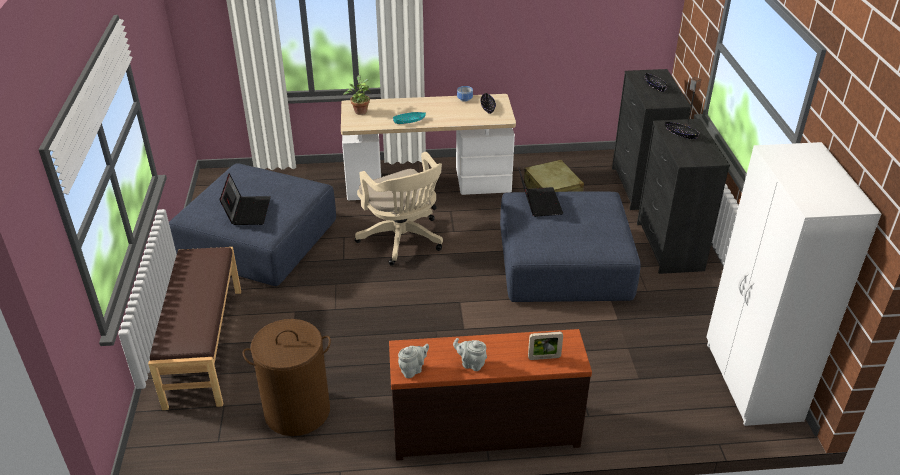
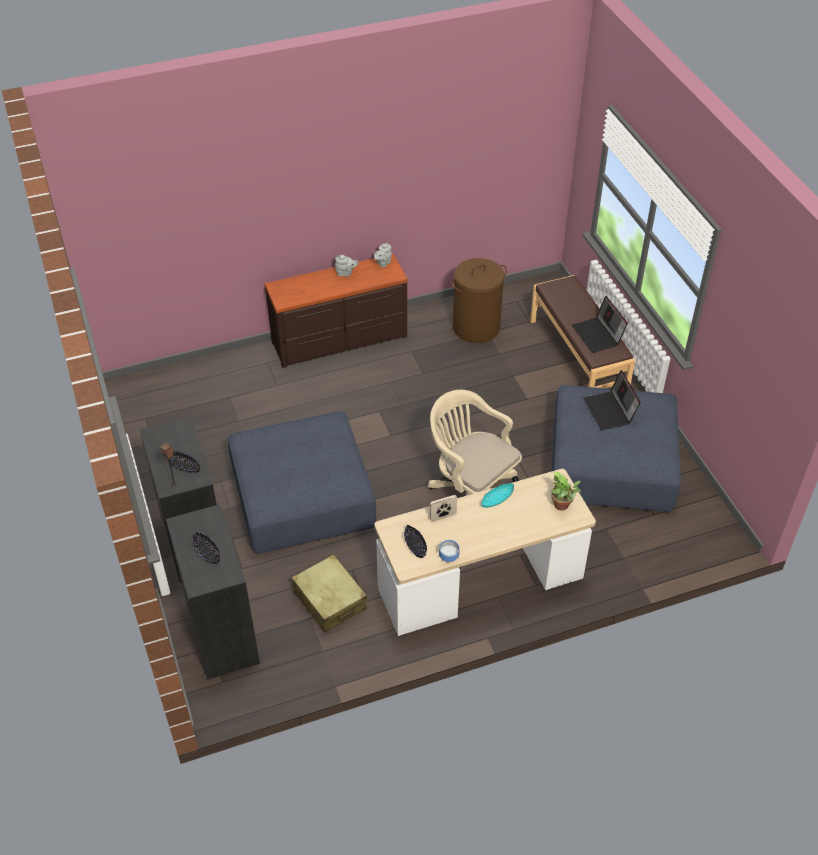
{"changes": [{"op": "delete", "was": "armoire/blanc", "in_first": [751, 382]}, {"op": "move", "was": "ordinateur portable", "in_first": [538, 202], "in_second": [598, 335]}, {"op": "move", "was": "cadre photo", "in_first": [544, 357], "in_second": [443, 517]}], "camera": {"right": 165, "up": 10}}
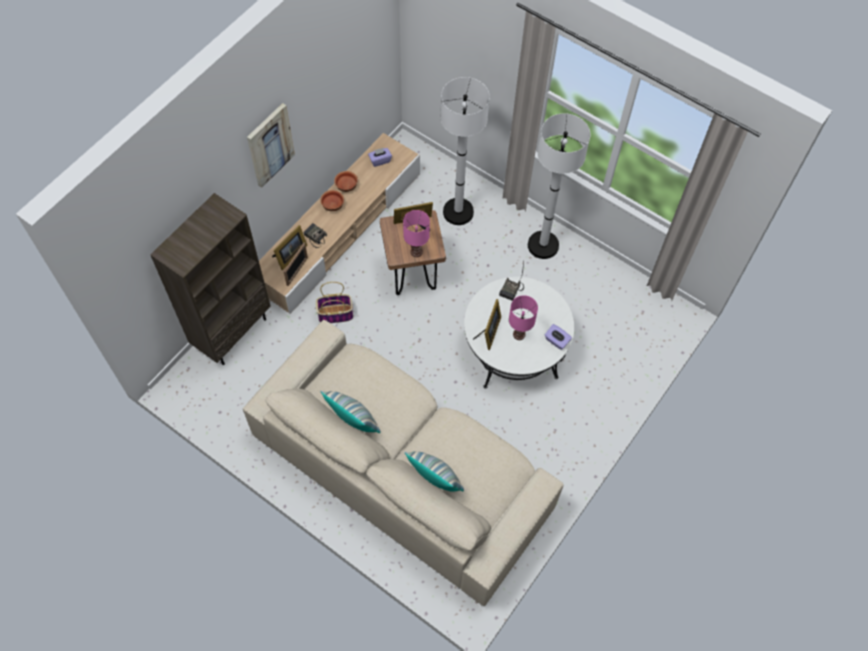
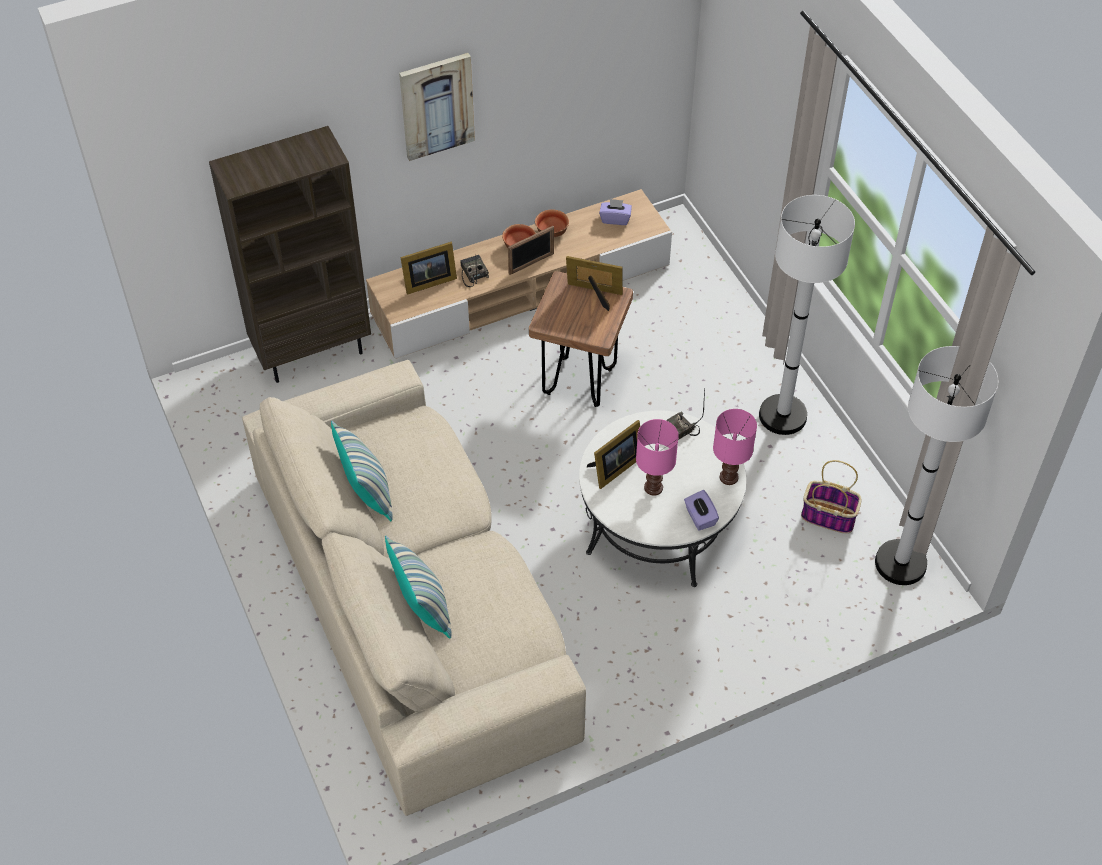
{"changes": [{"op": "move", "was": "cadre photo", "in_first": [297, 271], "in_second": [531, 263]}, {"op": "move", "was": "panier", "in_first": [336, 314], "in_second": [829, 516]}, {"op": "move", "was": "lampe de table/rose", "in_first": [416, 252], "in_second": [729, 478]}, {"op": "move", "was": "lampadaire/blanc", "in_first": [458, 212], "in_second": [900, 563]}], "camera": {"right": 30, "up": -10}}
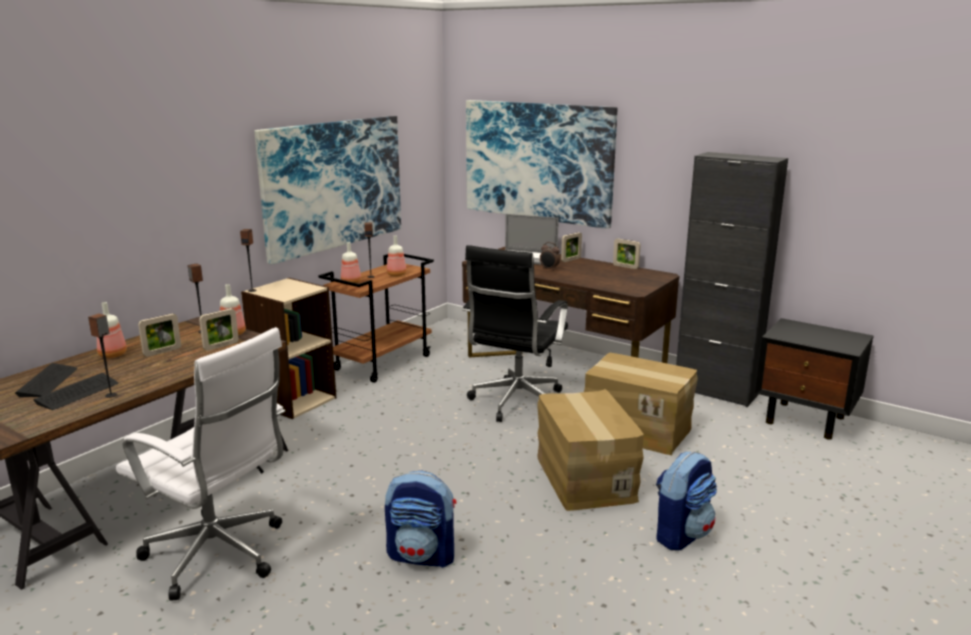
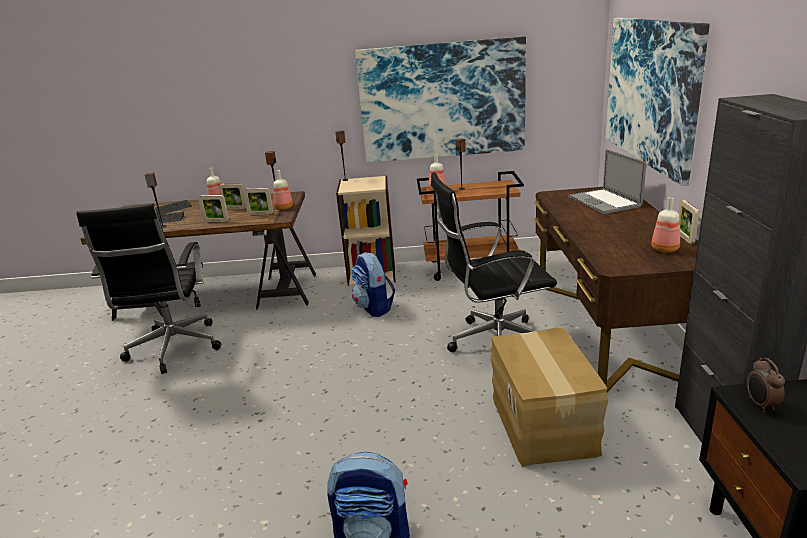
{"changes": [{"op": "delete", "was": "carton", "in_first": [584, 478]}, {"op": "move", "was": "sac à dos", "in_first": [422, 555], "in_second": [374, 308]}, {"op": "move", "was": "bouteille", "in_first": [396, 274], "in_second": [664, 249]}, {"op": "move", "was": "réveil", "in_first": [549, 269], "in_second": [760, 405]}, {"op": "move", "was": "cadre photo", "in_first": [571, 260], "in_second": [216, 221]}, {"op": "recolor", "was": "chaise de bureau/blanc", "now": "chaise de bureau/noir", "in_first": [220, 556], "in_second": [173, 350]}], "camera": {"right": 55, "up": 5}}
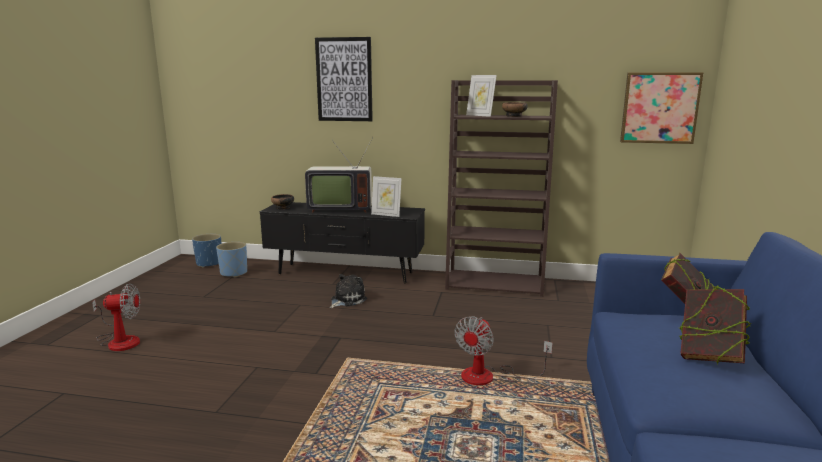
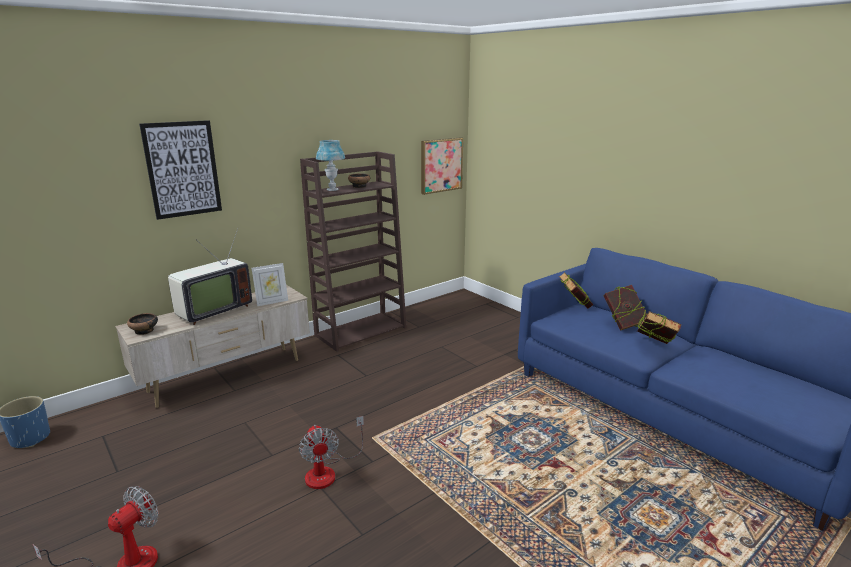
{"changes": [{"op": "delete", "was": "cache-pot/bleu", "in_first": [234, 273]}, {"op": "delete", "was": "peluche", "in_first": [346, 300]}, {"op": "insert", "now": "livre", "in_second": [654, 347]}, {"op": "move", "was": "ventilateur", "in_first": [489, 376], "in_second": [328, 471]}, {"op": "replace", "was": "cadre photo", "now": "lampe de table/bleu", "in_first": [480, 115], "in_second": [332, 190]}, {"op": "recolor", "was": "meuble télé/noir", "now": "meuble télé/beige", "in_first": [345, 274], "in_second": [227, 376]}], "camera": {"right": -50, "up": 5}}
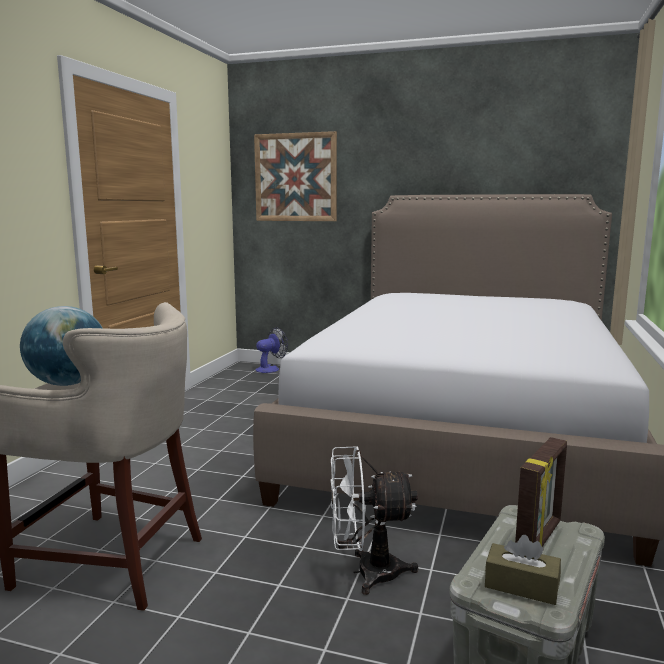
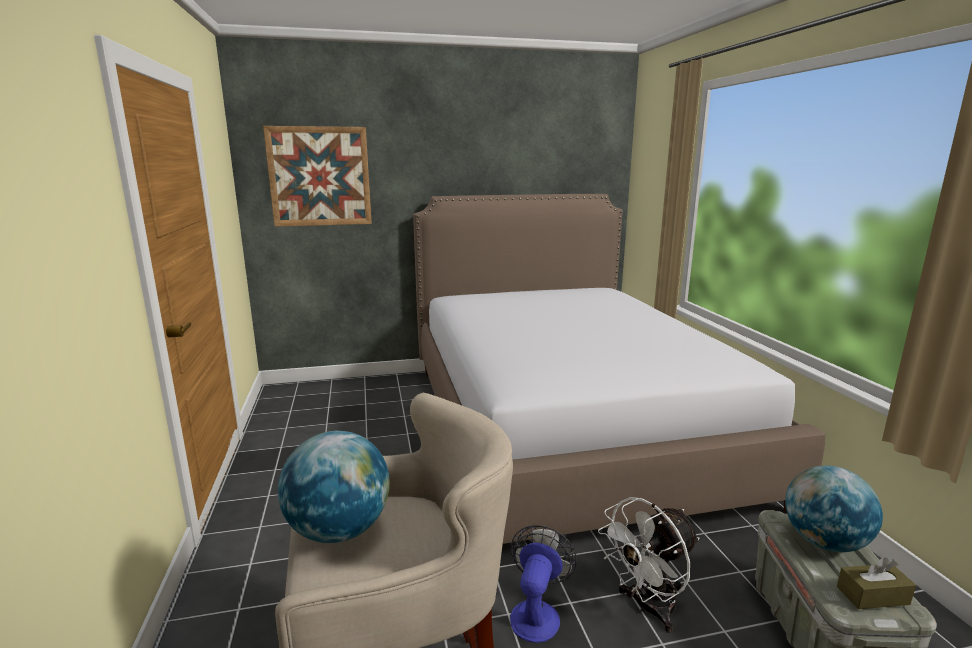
{"changes": [{"op": "move", "was": "ventilateur", "in_first": [271, 369], "in_second": [537, 613]}, {"op": "replace", "was": "cadre photo", "now": "globe", "in_first": [539, 540], "in_second": [824, 542]}], "camera": {"right": -30, "up": 5}}
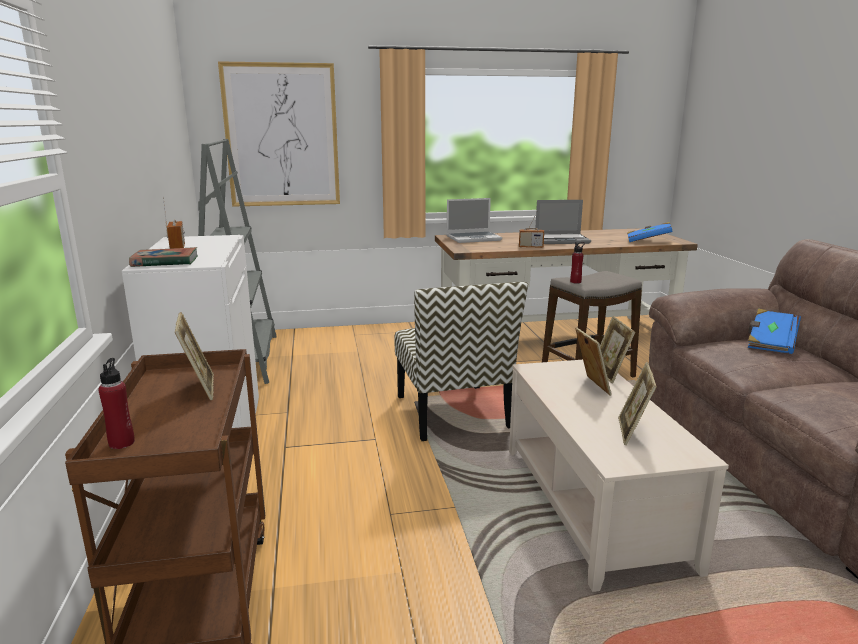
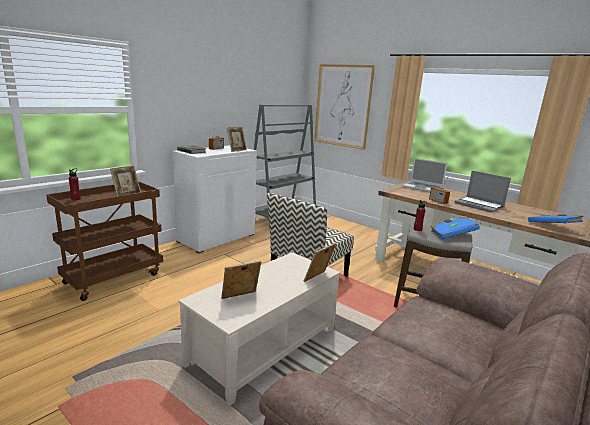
{"changes": [{"op": "move", "was": "cadre photo", "in_first": [590, 386], "in_second": [236, 150]}, {"op": "move", "was": "livre/bleu", "in_first": [770, 343], "in_second": [452, 235]}], "camera": {"right": 50, "up": 0}}
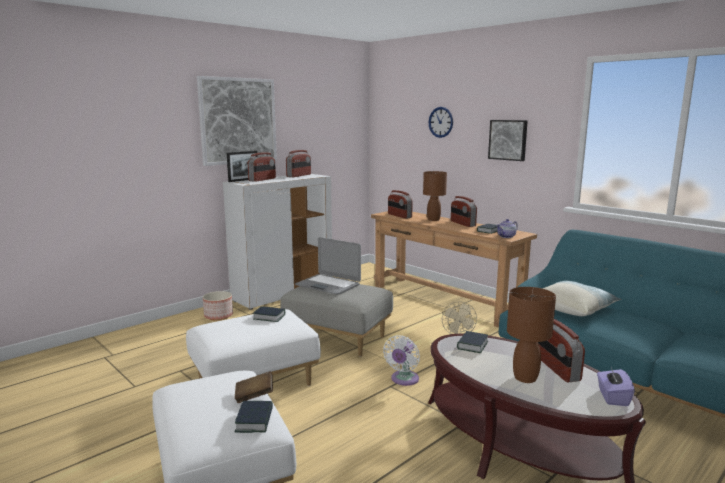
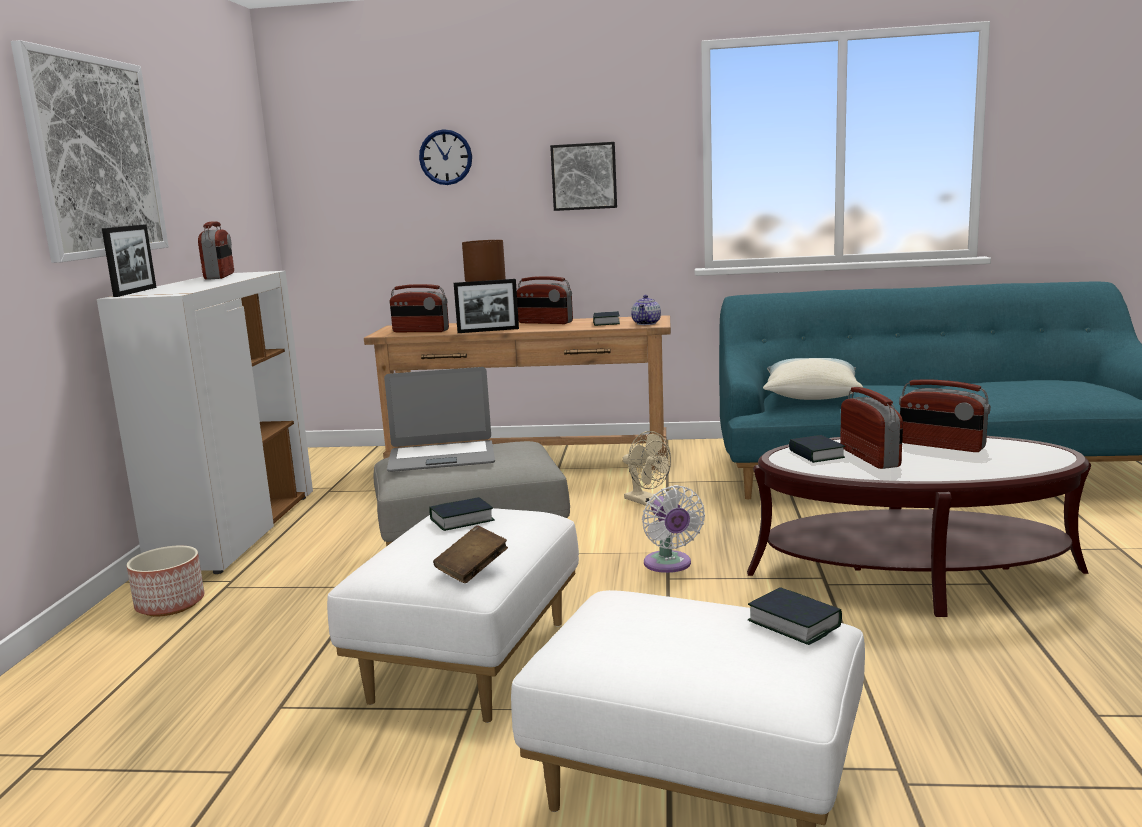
{"changes": [{"op": "delete", "was": "lampe de table/marron", "in_first": [525, 378]}, {"op": "delete", "was": "boîte à mouchoirs/violet", "in_first": [612, 397]}, {"op": "insert", "now": "cadre photo", "in_second": [488, 330]}, {"op": "move", "was": "livre/marron", "in_first": [254, 396], "in_second": [472, 569]}, {"op": "move", "was": "radio", "in_first": [262, 179], "in_second": [870, 457]}], "camera": {"right": -40, "up": 0}}
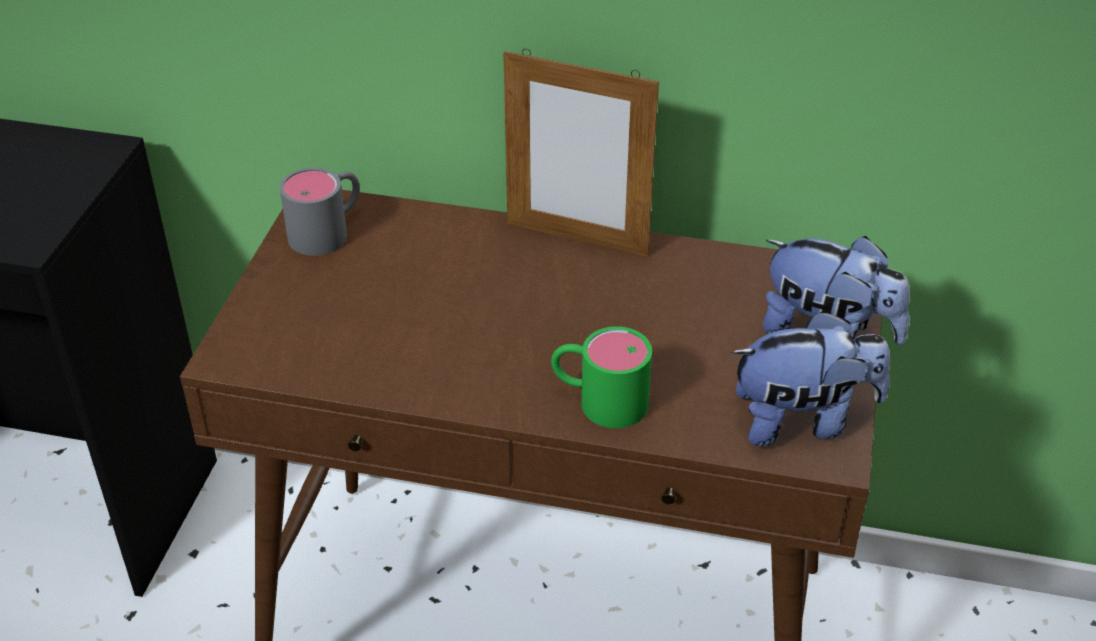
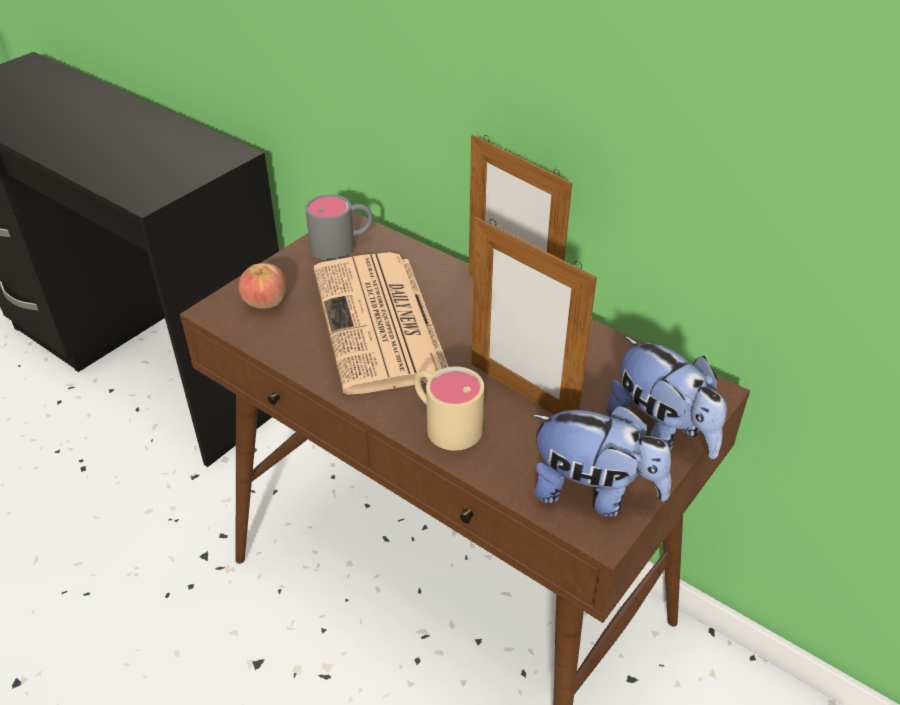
{"changes": [{"op": "insert", "now": "pomme", "in_second": [265, 302]}, {"op": "insert", "now": "journal", "in_second": [381, 324]}, {"op": "insert", "now": "cadre photo", "in_second": [522, 394]}, {"op": "recolor", "was": "mug/vert", "now": "mug/beige", "in_first": [598, 400], "in_second": [445, 423]}], "camera": {"right": 25, "up": 0}}
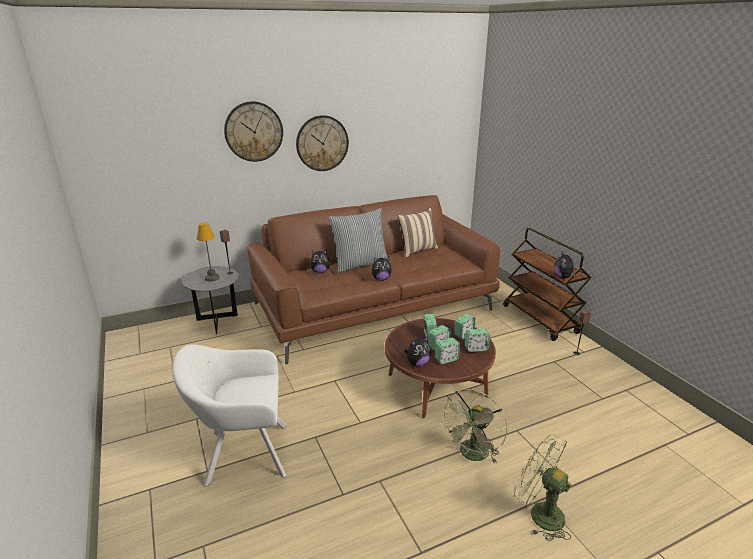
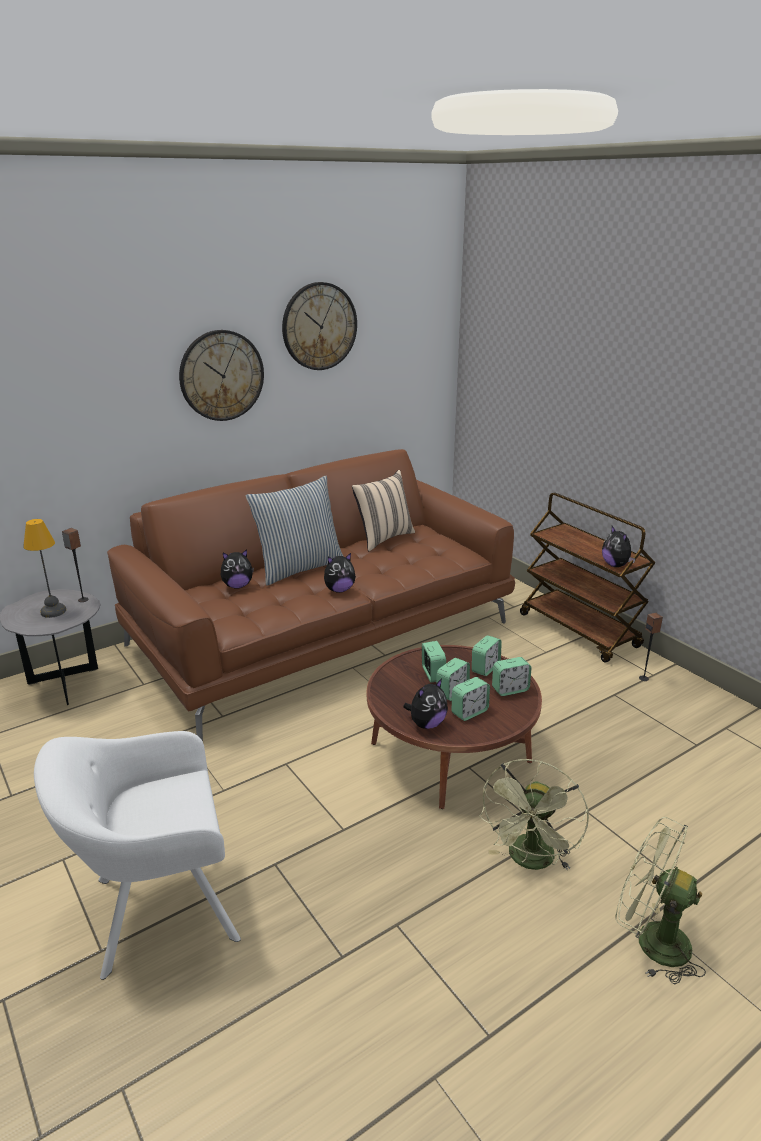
{"changes": [{"op": "move", "was": "horloge murale", "in_first": [253, 131], "in_second": [319, 326]}], "camera": {"right": -10, "up": 0}}
